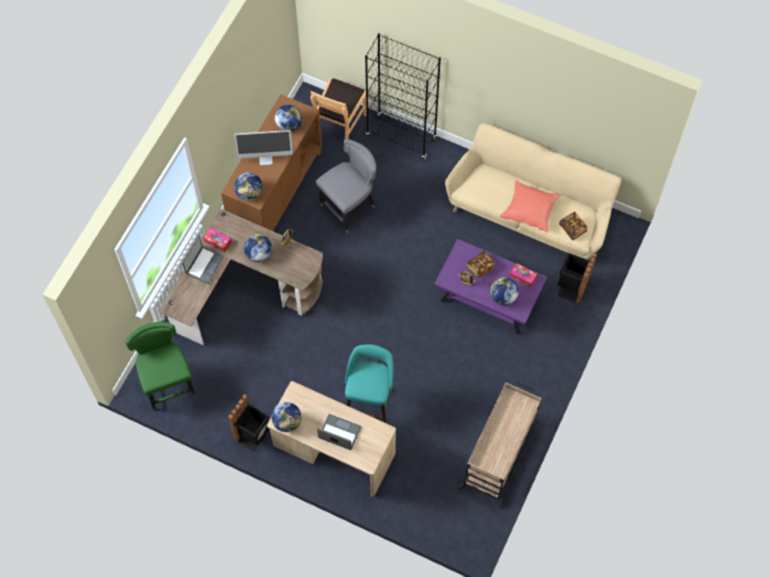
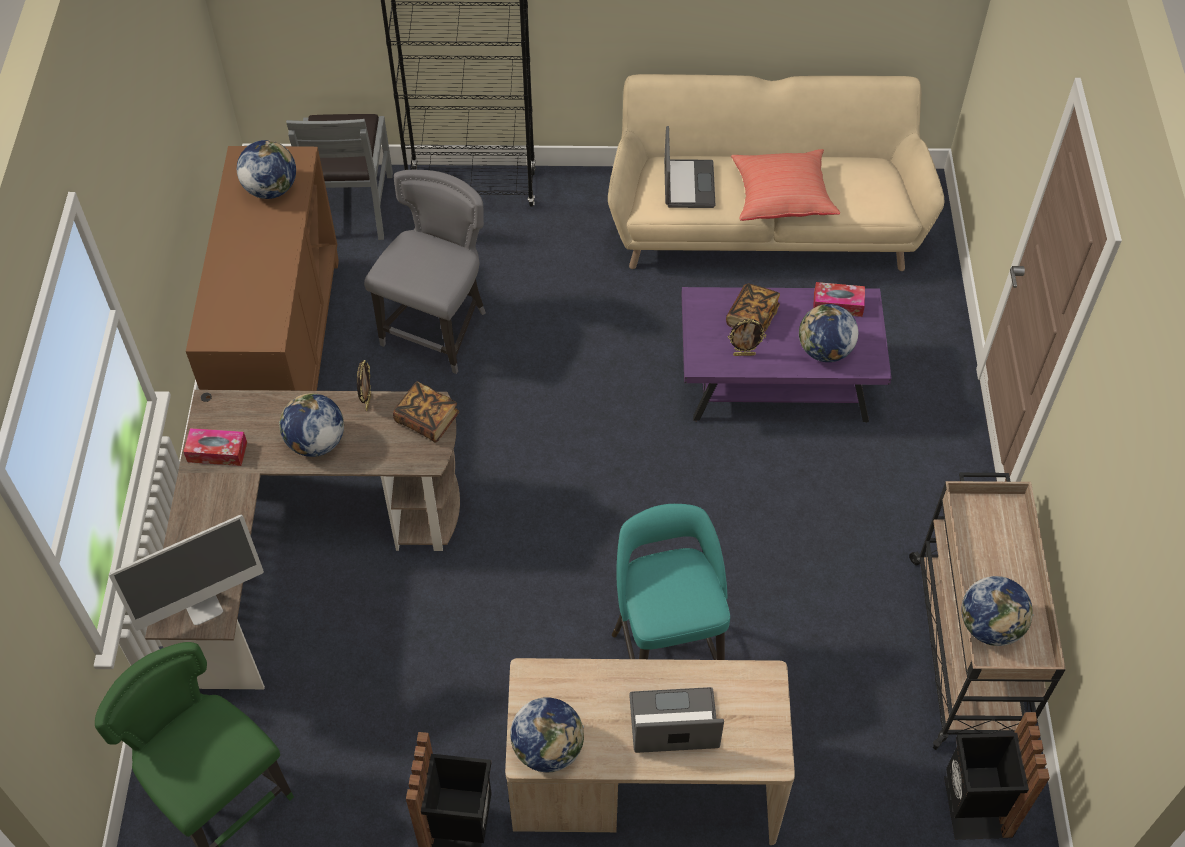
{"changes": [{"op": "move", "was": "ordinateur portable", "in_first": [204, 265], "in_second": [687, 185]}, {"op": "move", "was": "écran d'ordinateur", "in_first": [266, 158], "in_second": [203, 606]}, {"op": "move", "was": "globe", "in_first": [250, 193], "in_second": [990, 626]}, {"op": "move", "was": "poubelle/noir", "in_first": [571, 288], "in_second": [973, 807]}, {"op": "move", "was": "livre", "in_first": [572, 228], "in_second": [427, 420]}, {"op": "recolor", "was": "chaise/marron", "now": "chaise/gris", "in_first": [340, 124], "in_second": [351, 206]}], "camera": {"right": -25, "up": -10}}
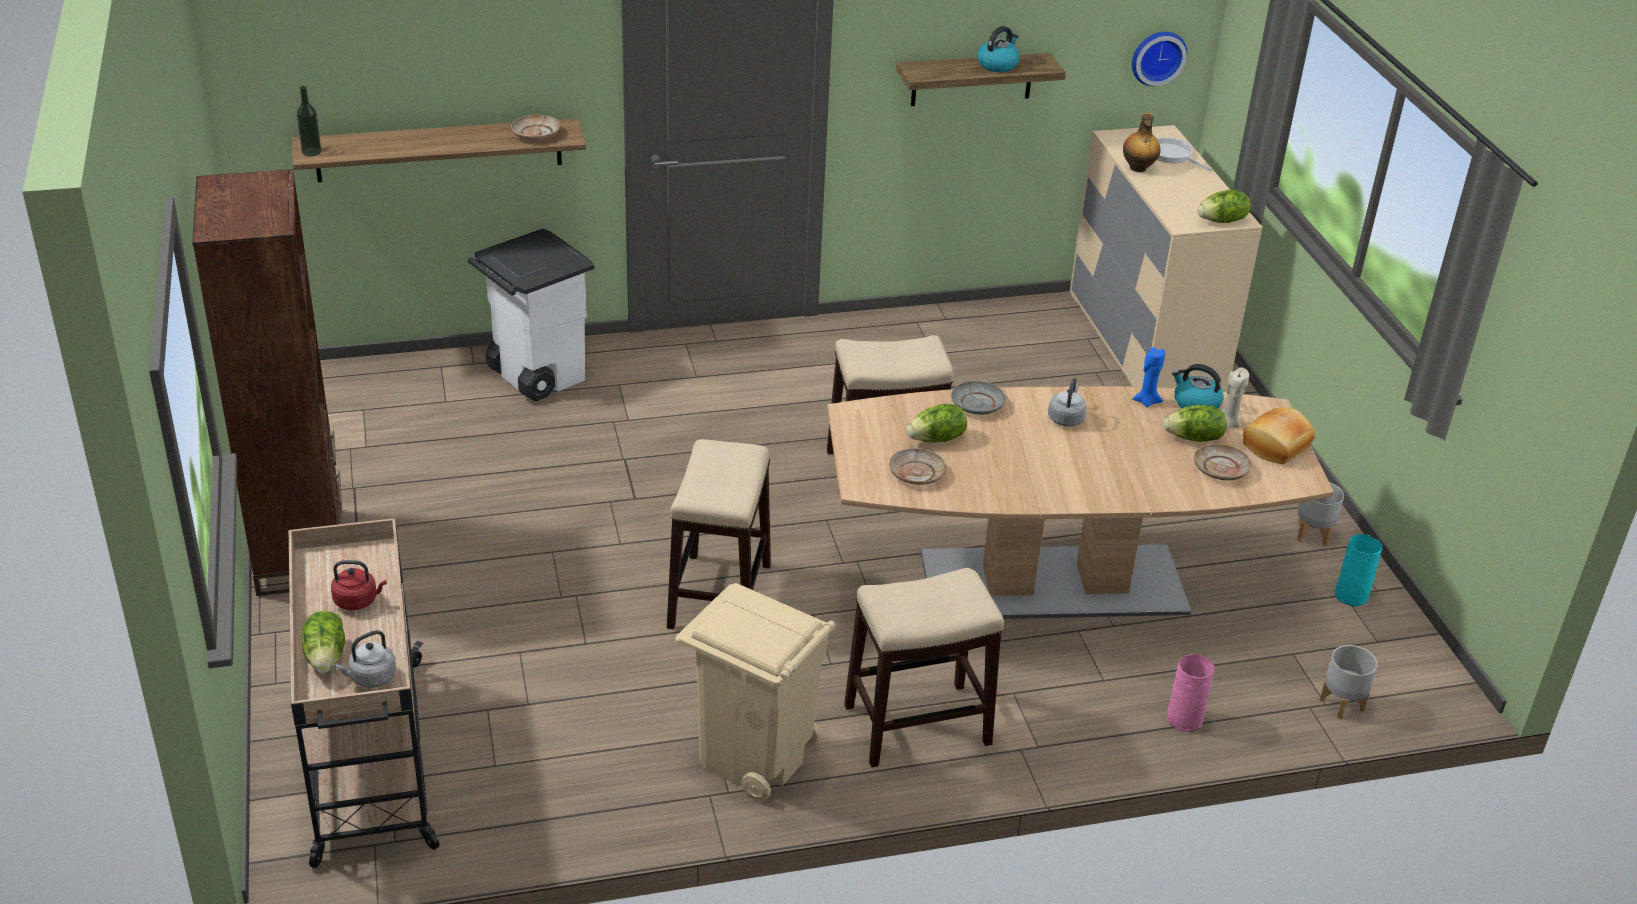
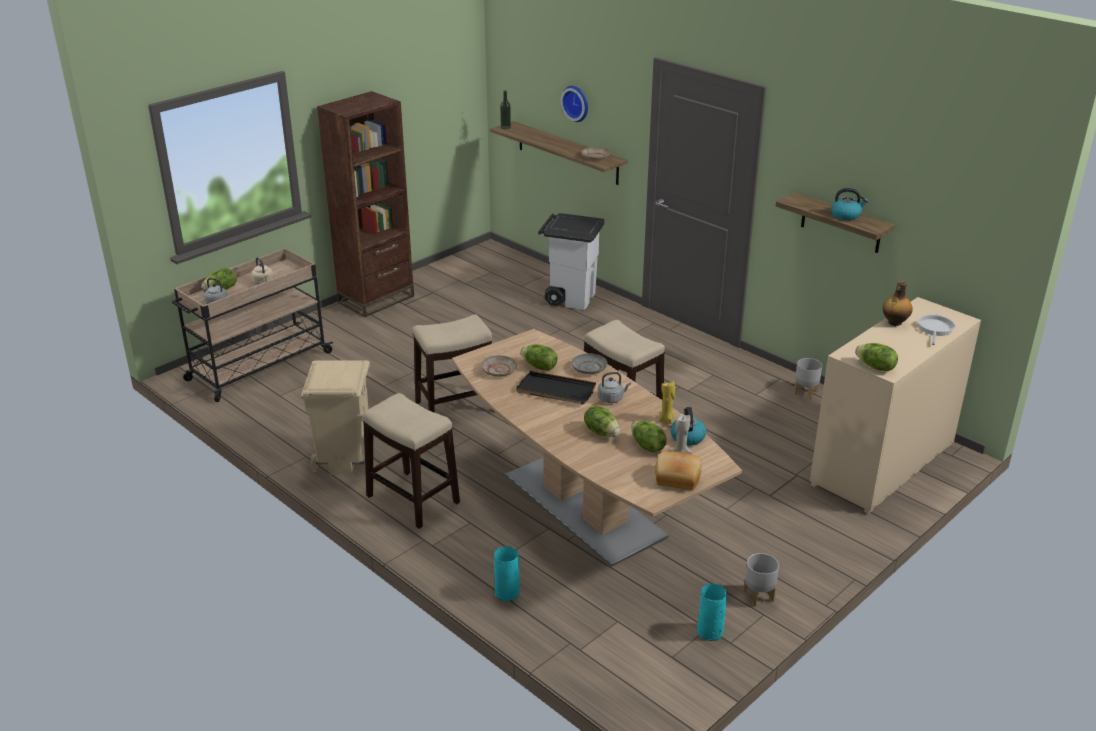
{"changes": [{"op": "delete", "was": "assiette/beige", "in_first": [1221, 469]}, {"op": "insert", "now": "plateau/noir", "in_second": [555, 390]}, {"op": "insert", "now": "laitue", "in_second": [602, 432]}, {"op": "move", "was": "horloge murale", "in_first": [1157, 56], "in_second": [576, 103]}, {"op": "move", "was": "cache-pot/gris", "in_first": [1342, 705], "in_second": [805, 392]}, {"op": "recolor", "was": "bouilloire/rouge", "now": "bouilloire/beige", "in_first": [358, 601], "in_second": [263, 282]}, {"op": "recolor", "was": "bougie/bleu", "now": "bougie/jaune", "in_first": [1146, 401], "in_second": [666, 419]}, {"op": "recolor", "was": "vase/rose", "now": "vase/turquoise", "in_first": [1185, 719], "in_second": [507, 593]}], "camera": {"right": 60, "up": -5}}
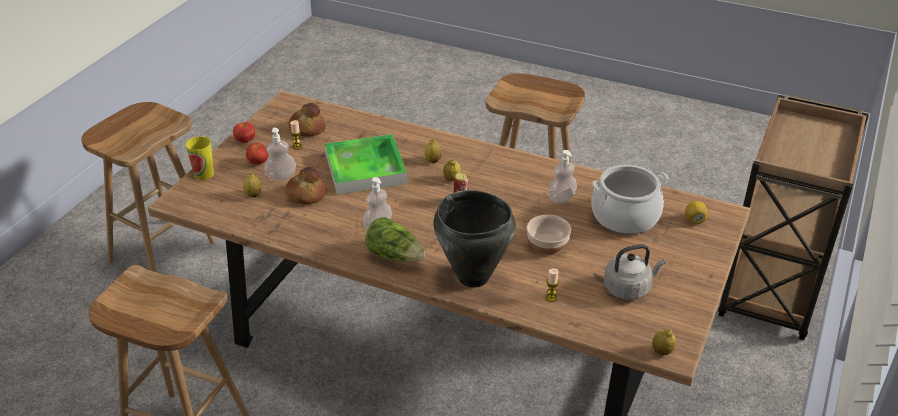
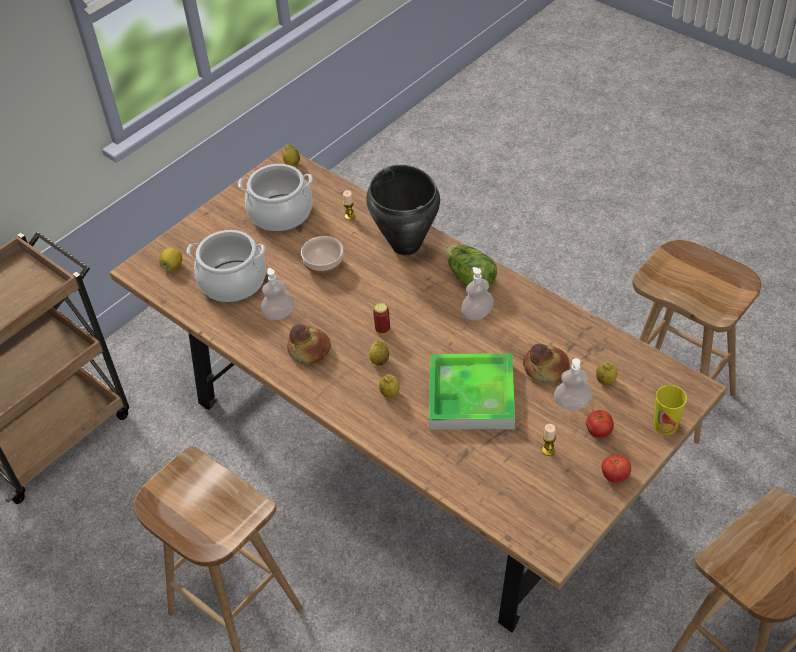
{"changes": [{"op": "move", "was": "pain", "in_first": [307, 128], "in_second": [309, 350]}, {"op": "replace", "was": "bouilloire/gris", "now": "marmite", "in_first": [629, 288], "in_second": [281, 213]}], "camera": {"right": -160, "up": 10}}
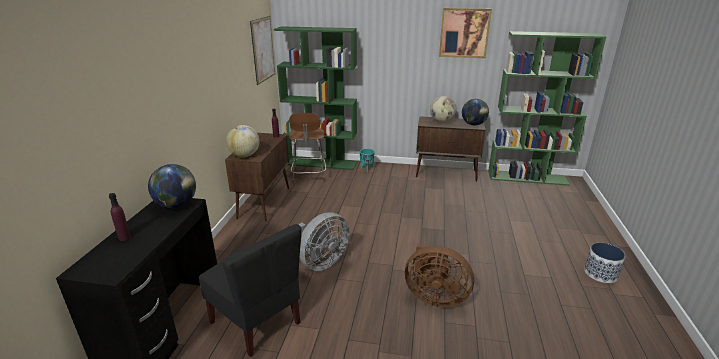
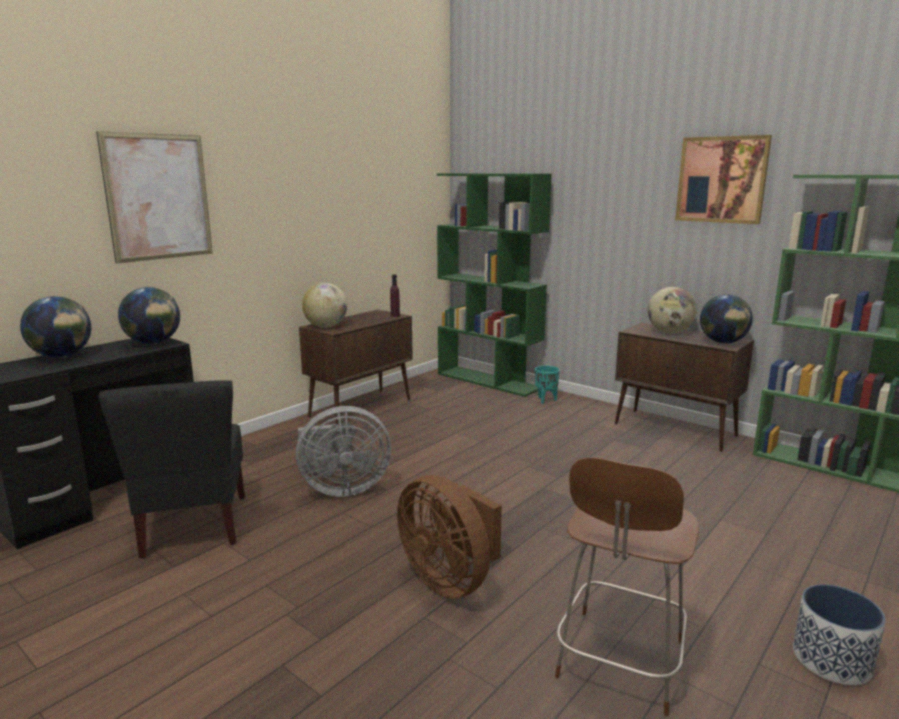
{"changes": [{"op": "move", "was": "tableau", "in_first": [263, 49], "in_second": [158, 197]}, {"op": "move", "was": "chaise/marron", "in_first": [309, 177], "in_second": [619, 663]}, {"op": "replace", "was": "bouteille/violet", "now": "globe", "in_first": [124, 237], "in_second": [62, 356]}], "camera": {"right": 30, "up": -10}}
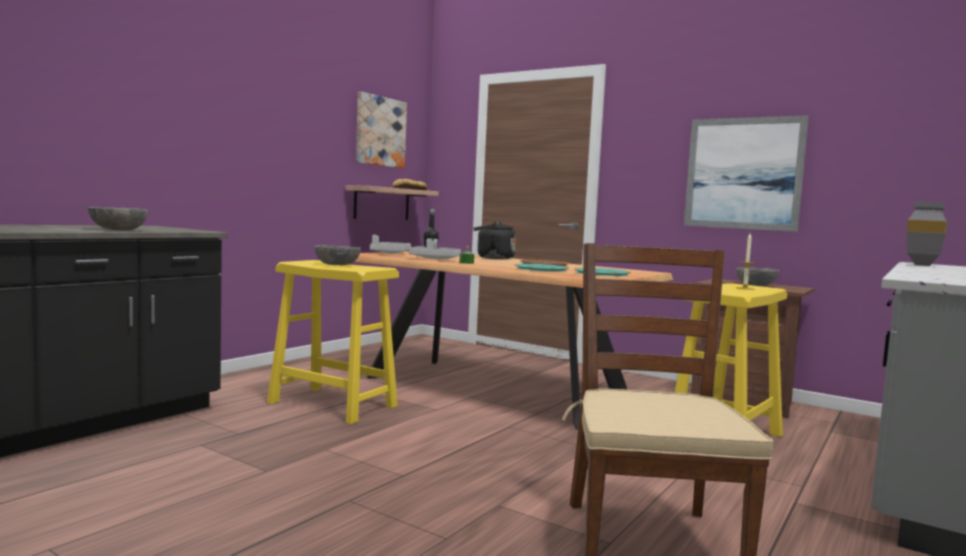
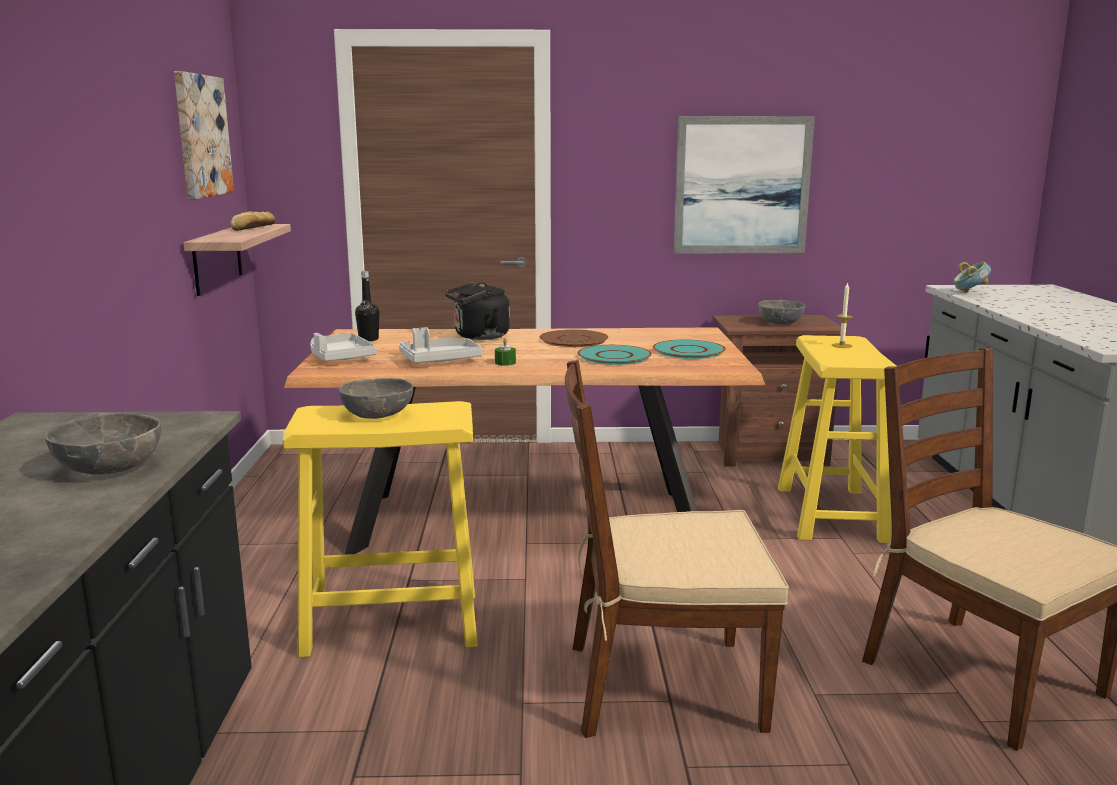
{"changes": [{"op": "insert", "now": "chaise/marron", "in_second": [661, 686]}, {"op": "replace", "was": "vase/gris", "now": "bol", "in_first": [921, 265], "in_second": [969, 293]}], "camera": {"right": -35, "up": 10}}
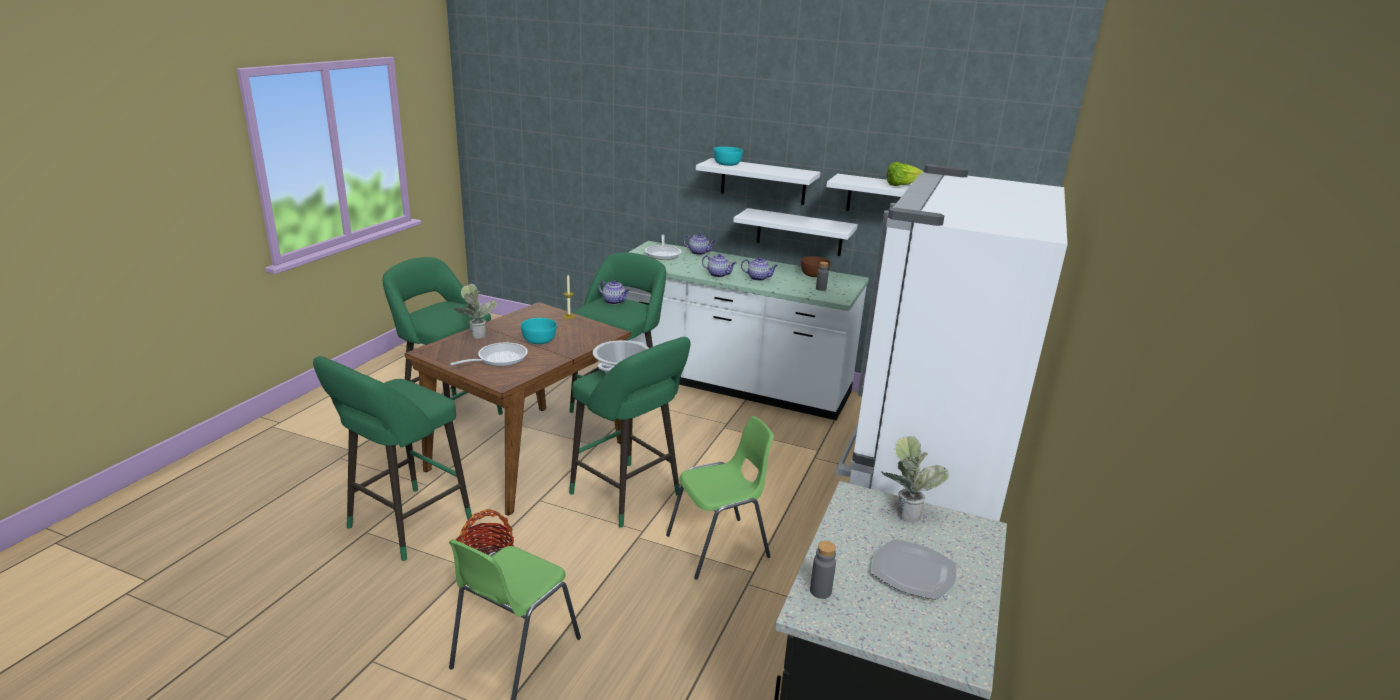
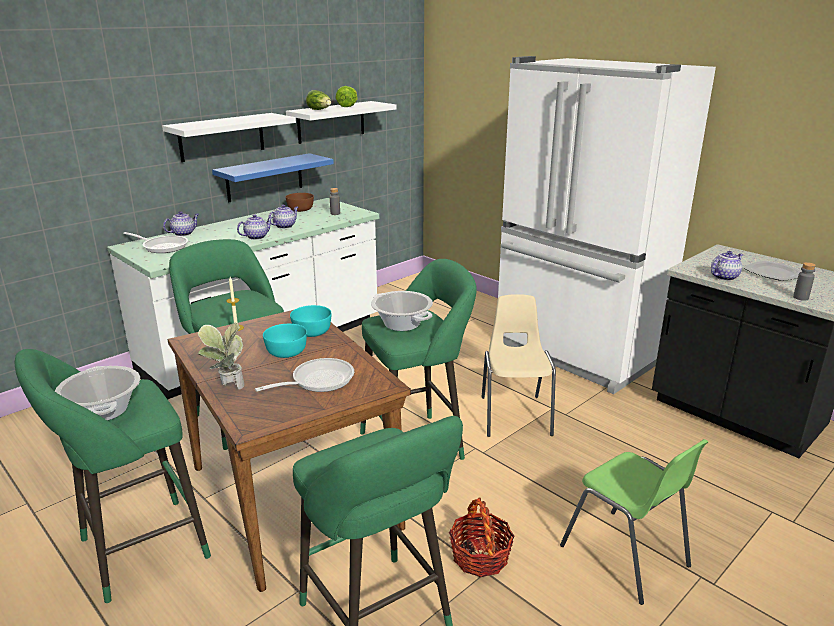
{"changes": [{"op": "delete", "was": "plante en pot", "in_first": [905, 511]}, {"op": "insert", "now": "marmite", "in_second": [104, 411]}, {"op": "insert", "now": "laitue", "in_second": [320, 110]}, {"op": "move", "was": "théière", "in_first": [614, 301], "in_second": [724, 277]}, {"op": "move", "was": "bol/turquoise", "in_first": [727, 164], "in_second": [312, 331]}, {"op": "recolor", "was": "chaise/vert", "now": "chaise/beige", "in_first": [719, 547], "in_second": [515, 415]}, {"op": "recolor", "was": "étagère/blanc", "now": "étagère/bleu", "in_first": [799, 232], "in_second": [264, 177]}, {"op": "rotate", "was": "poêle", "in_first": [498, 359], "in_second": [317, 381], "clockwise": 75}], "camera": {"right": -65, "up": 0}}
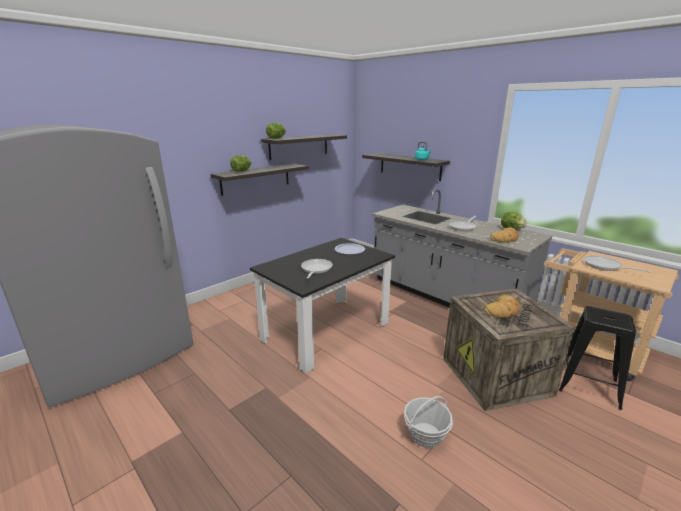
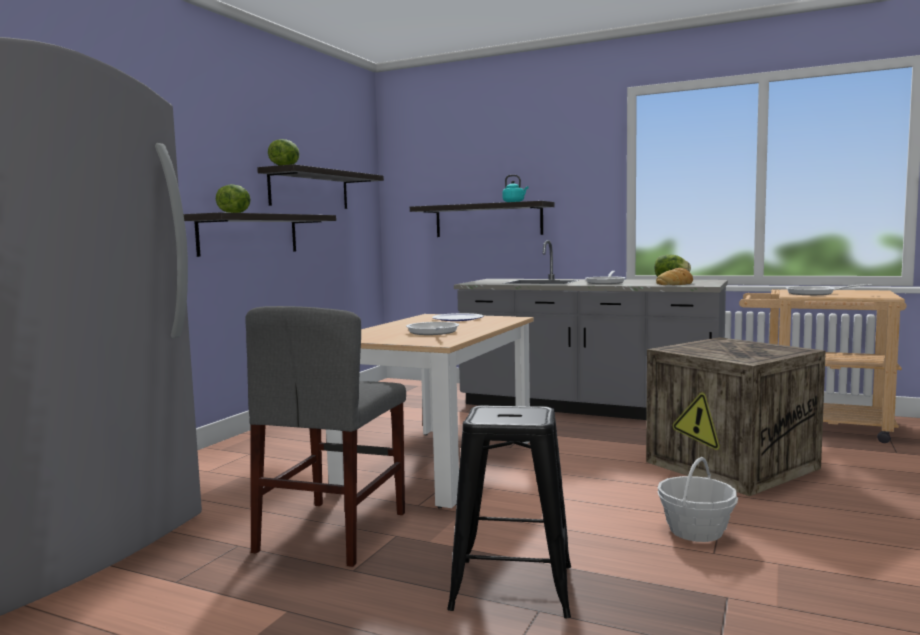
{"changes": [{"op": "delete", "was": "pain", "in_first": [503, 310]}, {"op": "insert", "now": "chaise/gris", "in_second": [333, 531]}, {"op": "move", "was": "tabouret/noir", "in_first": [588, 386], "in_second": [513, 587]}, {"op": "recolor", "was": "table à manger/noir", "now": "table à manger/beige", "in_first": [326, 331], "in_second": [438, 464]}], "camera": {"right": -20, "up": -15}}
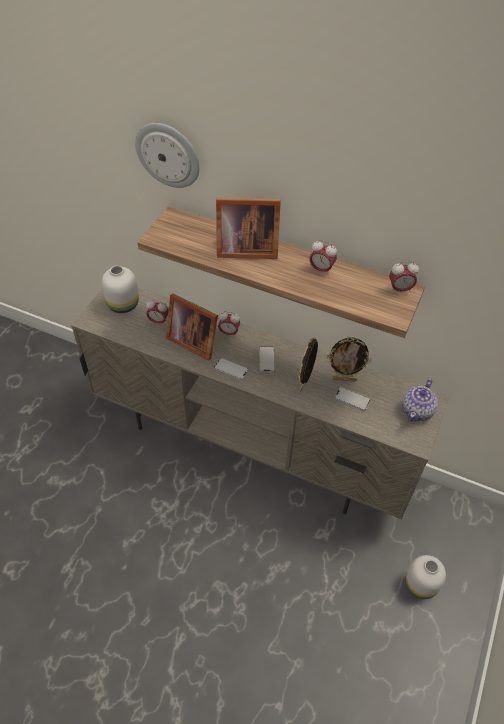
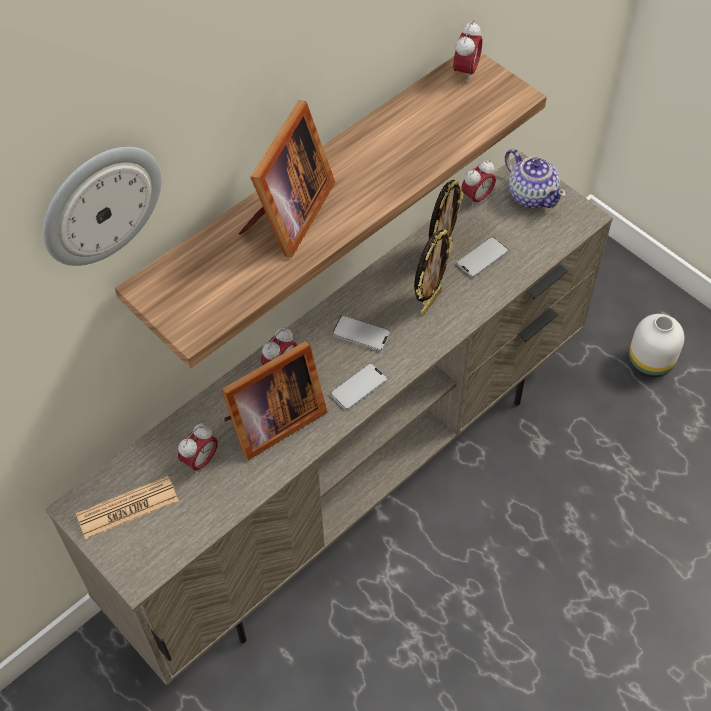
{"changes": [{"op": "move", "was": "réveil", "in_first": [321, 269], "in_second": [477, 198]}, {"op": "replace", "was": "vase/blanc", "now": "journal", "in_first": [122, 304], "in_second": [127, 508]}, {"op": "rotate", "was": "cadre photo", "in_first": [305, 383], "in_second": [429, 302], "clockwise": -105}], "camera": {"right": -65, "up": 5}}
